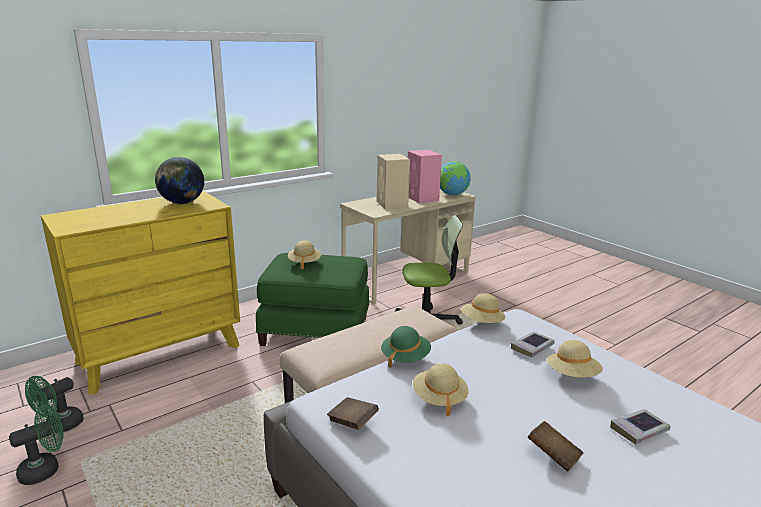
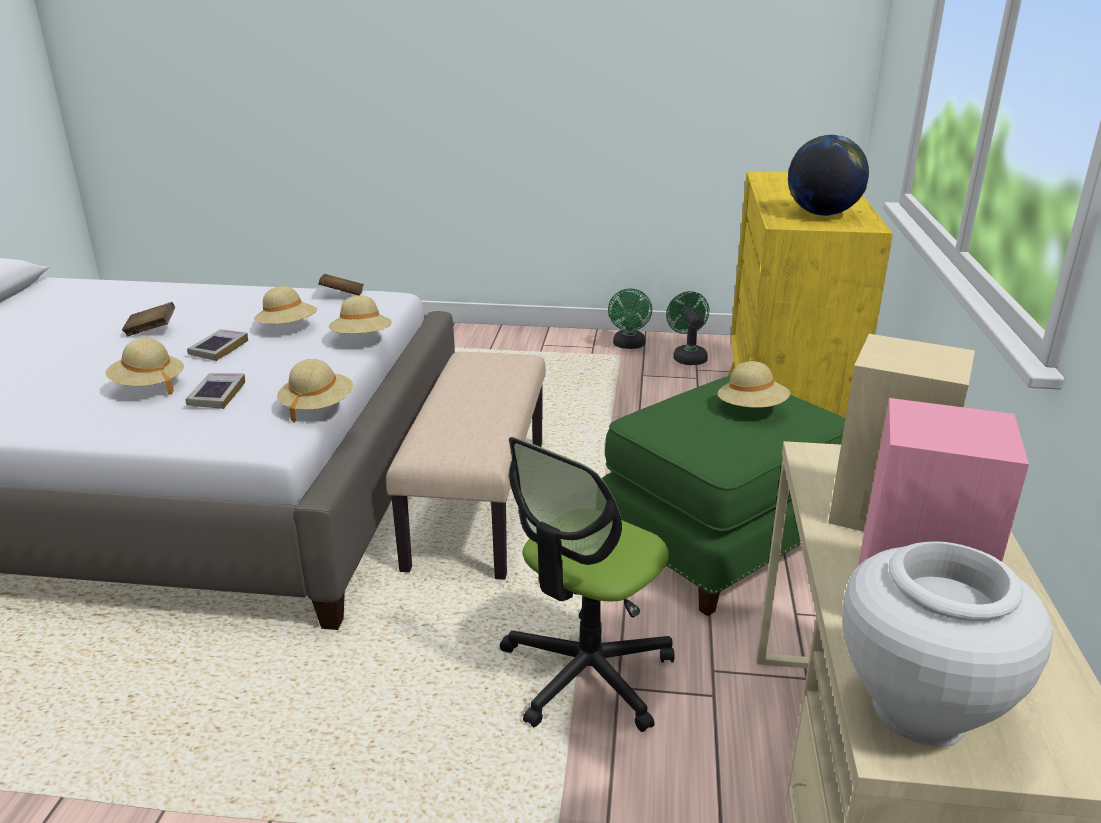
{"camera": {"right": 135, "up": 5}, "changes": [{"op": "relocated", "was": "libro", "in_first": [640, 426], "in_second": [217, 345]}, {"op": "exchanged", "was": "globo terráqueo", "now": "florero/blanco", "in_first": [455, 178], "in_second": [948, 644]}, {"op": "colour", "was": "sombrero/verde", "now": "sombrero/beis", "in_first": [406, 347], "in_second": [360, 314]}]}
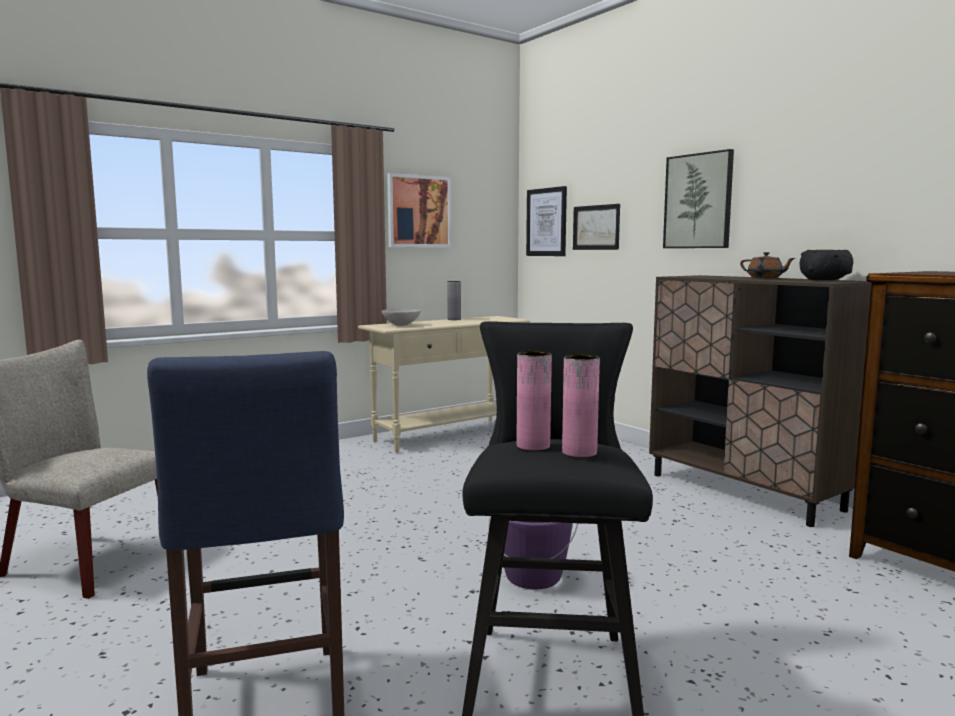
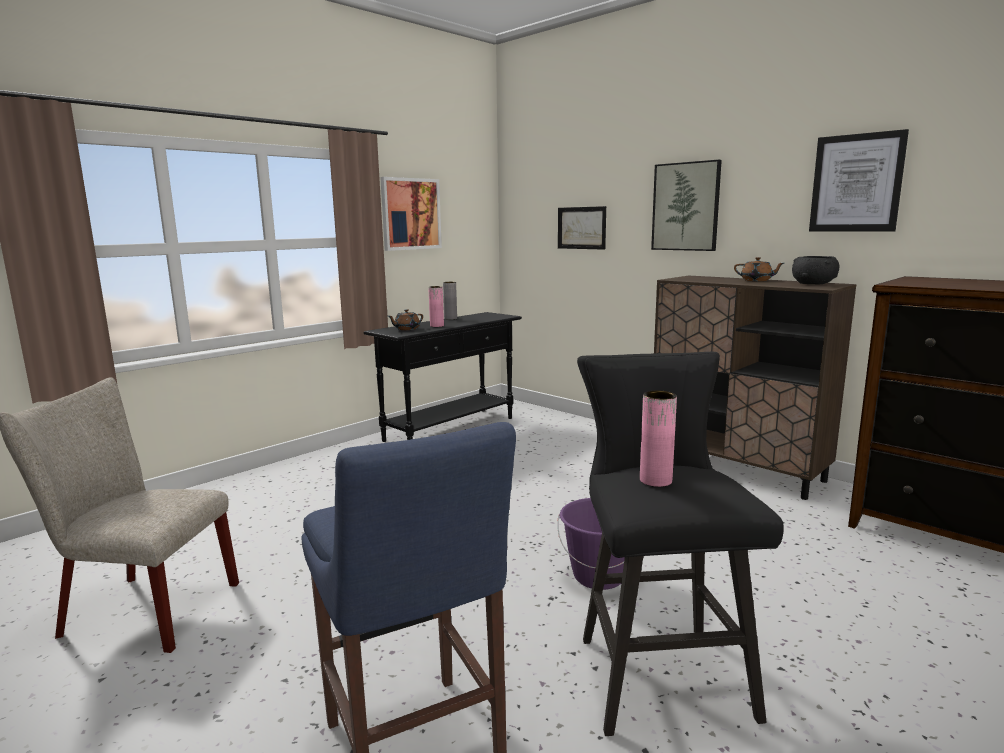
{"camera": {"right": -10, "up": 5}, "changes": [{"op": "relocated", "was": "cuadro", "in_first": [546, 221], "in_second": [859, 180]}, {"op": "relocated", "was": "florero/rosa", "in_first": [581, 406], "in_second": [436, 306]}, {"op": "exchanged", "was": "cuenco/blanco", "now": "tetera/marrón", "in_first": [401, 317], "in_second": [405, 319]}, {"op": "colour", "was": "mesa consola/beis", "now": "mesa consola/negro", "in_first": [444, 384], "in_second": [443, 377]}]}
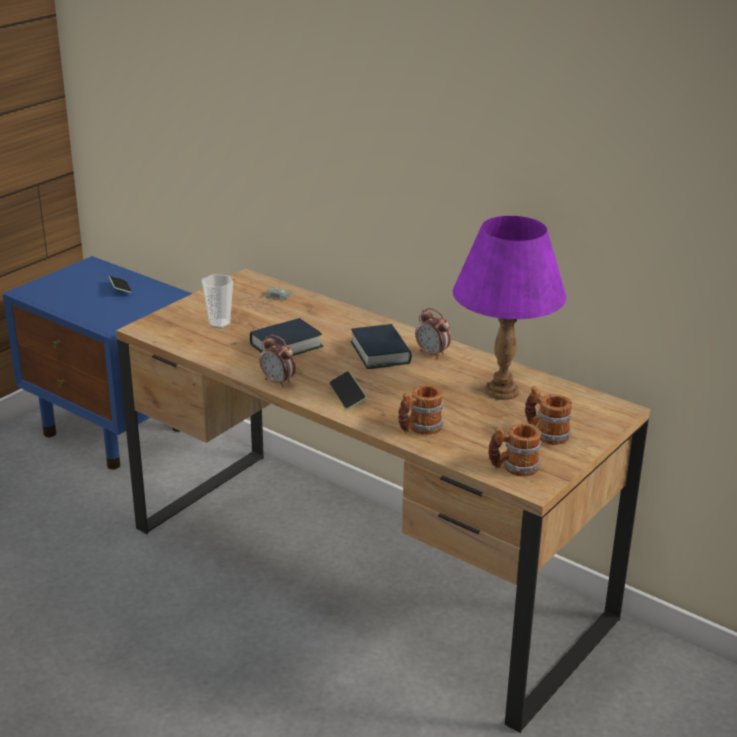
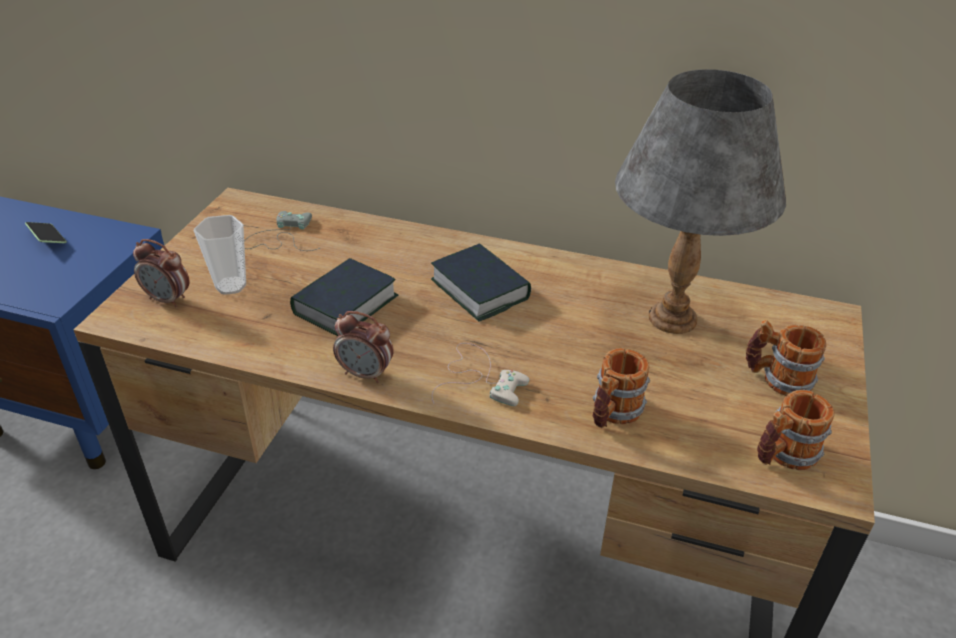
{"camera": {"right": -20, "up": 10}, "changes": [{"op": "relocated", "was": "despertador", "in_first": [433, 333], "in_second": [161, 273]}, {"op": "exchanged", "was": "móvil", "now": "mando de consola/blanco", "in_first": [348, 390], "in_second": [481, 374]}, {"op": "colour", "was": "lámpara de mesa/morado", "now": "lámpara de mesa/gris", "in_first": [510, 308], "in_second": [700, 201]}]}
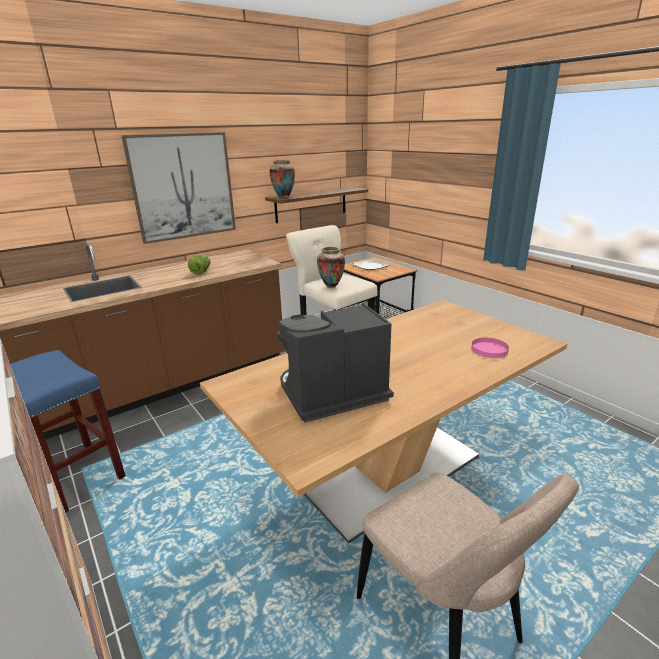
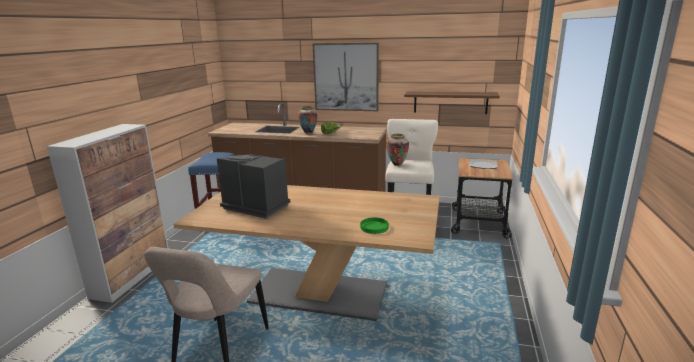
{"camera": {"right": 50, "up": -5}, "changes": [{"op": "relocated", "was": "florero", "in_first": [282, 179], "in_second": [307, 120]}, {"op": "colour", "was": "plato/rosa", "now": "plato/verde", "in_first": [490, 348], "in_second": [374, 226]}]}
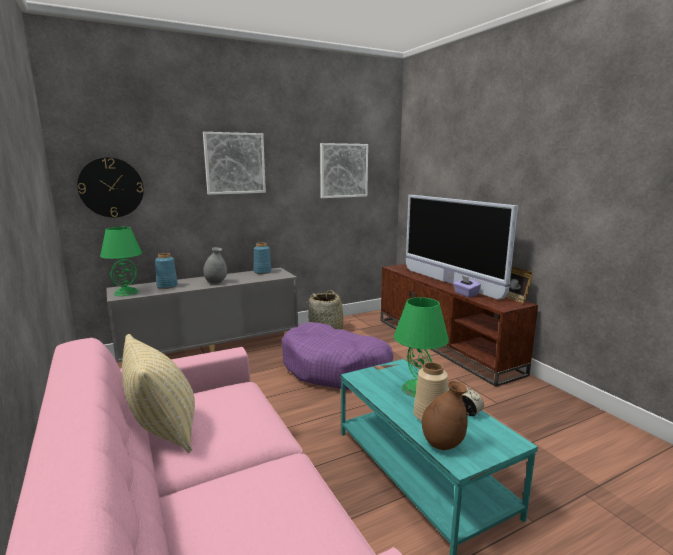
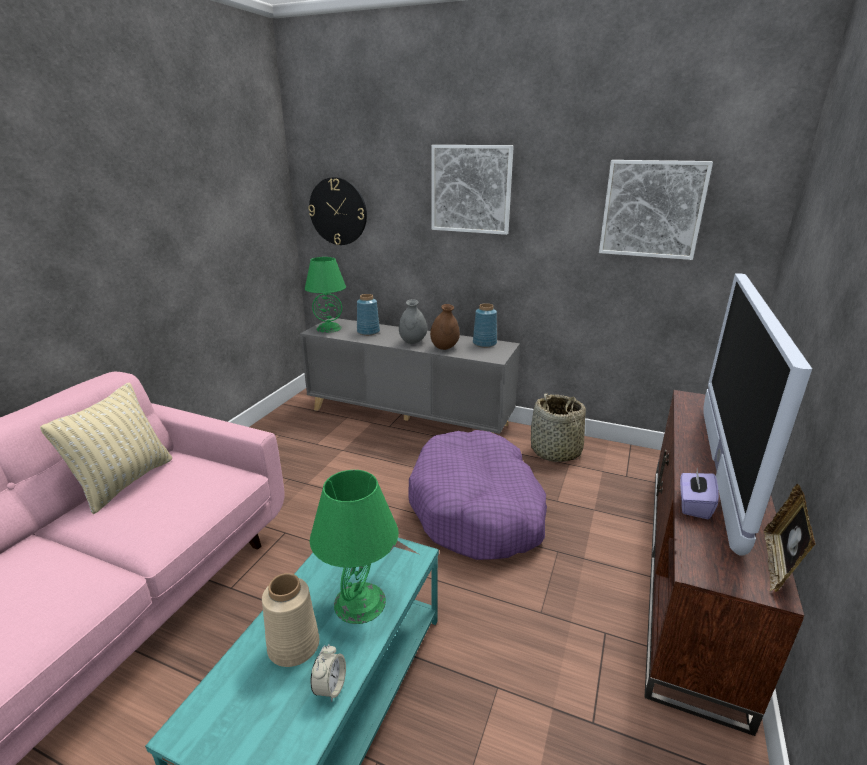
{"camera": {"right": 50, "up": 10}, "changes": [{"op": "relocated", "was": "florero/marrón", "in_first": [445, 415], "in_second": [445, 327]}]}
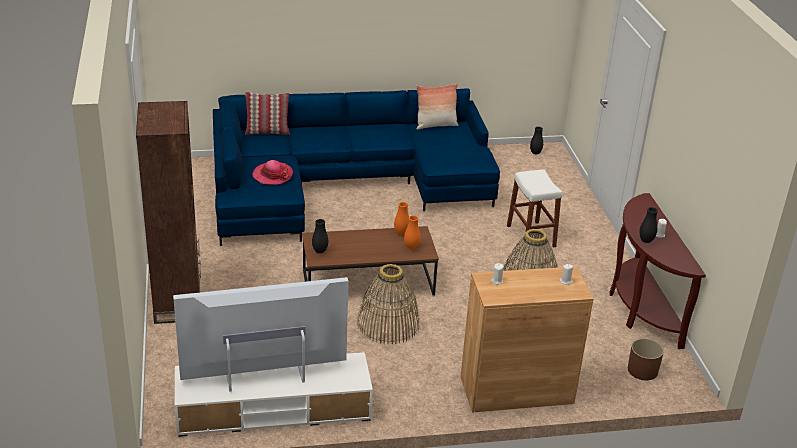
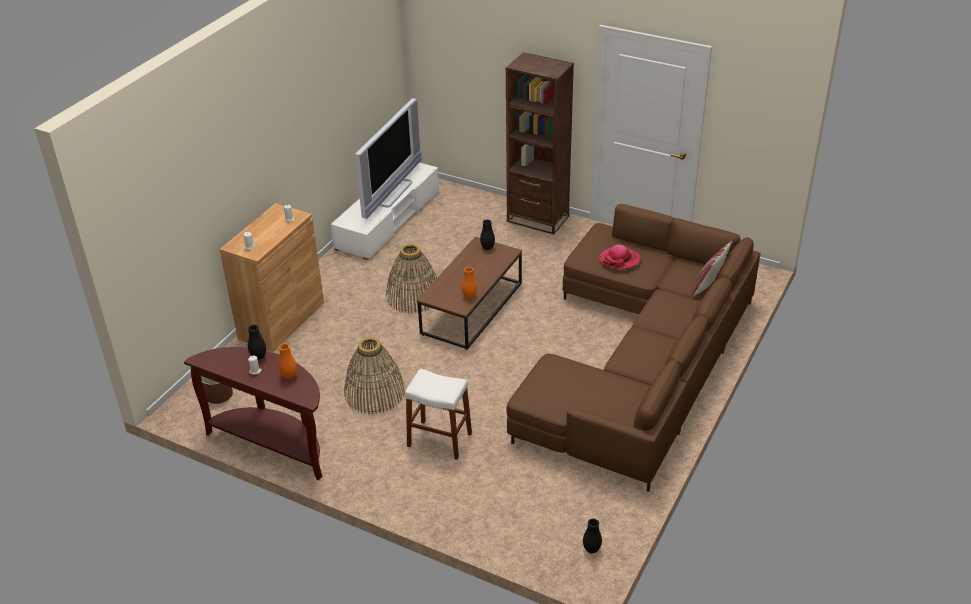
{"camera": {"right": 130, "up": 5}, "changes": [{"op": "missing", "was": "cojín", "in_first": [437, 107]}, {"op": "relocated", "was": "florero/naranja", "in_first": [412, 232], "in_second": [287, 361]}, {"op": "colour", "was": "sofá/azul", "now": "sofá/marrón", "in_first": [356, 167], "in_second": [633, 348]}]}
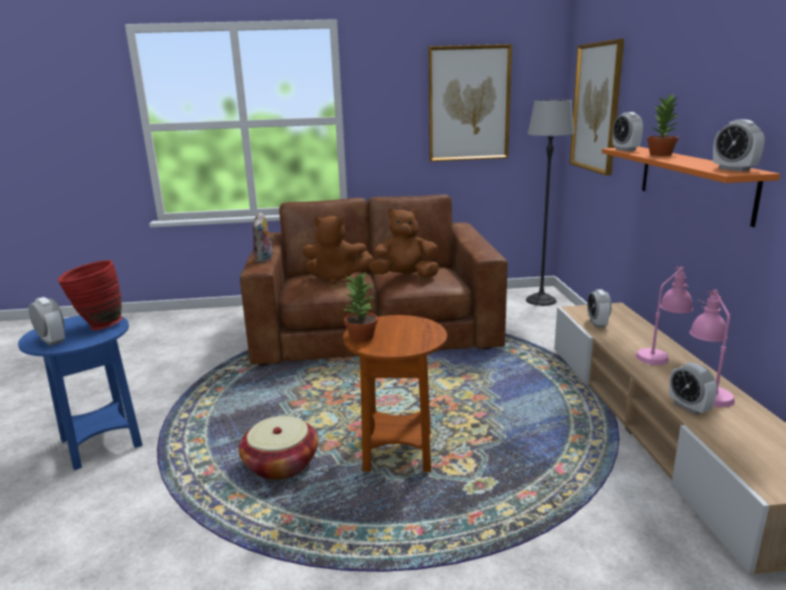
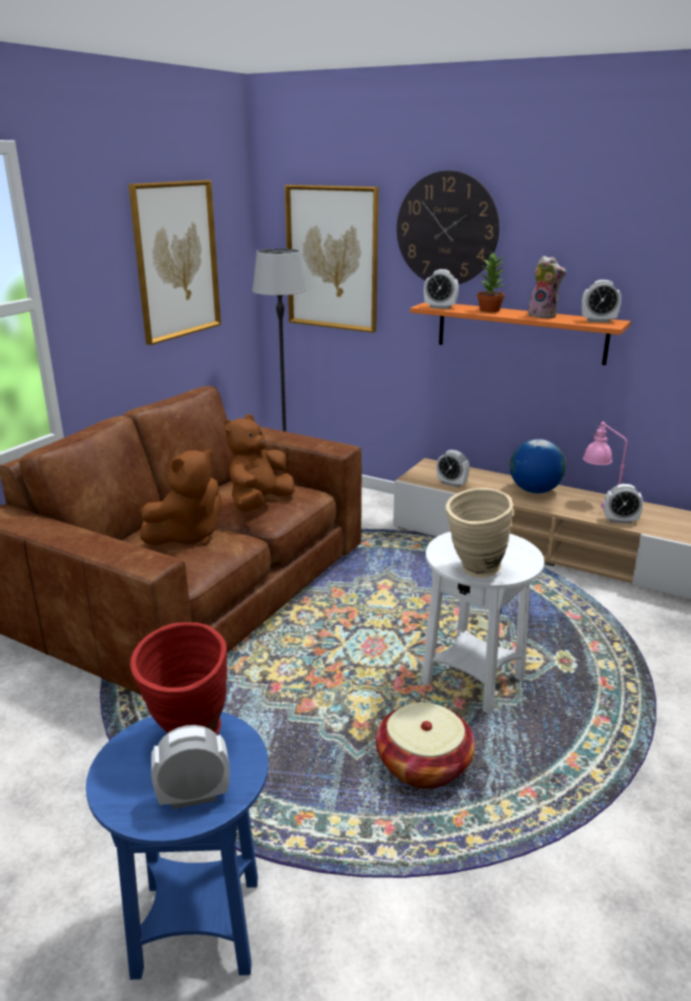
{"camera": {"right": -55, "up": 5}, "changes": [{"op": "appeared", "now": "reloj de pared", "in_second": [448, 228]}, {"op": "relocated", "was": "peluche", "in_first": [263, 237], "in_second": [547, 287]}, {"op": "exchanged", "was": "planta en maceta", "now": "florero/beis", "in_first": [360, 307], "in_second": [479, 533]}, {"op": "exchanged", "was": "lámpara de mesa/rosa", "now": "globo terráqueo", "in_first": [664, 315], "in_second": [538, 466]}, {"op": "colour", "was": "mesa auxiliar/marrón", "now": "mesa auxiliar/blanco", "in_first": [395, 393], "in_second": [482, 623]}]}
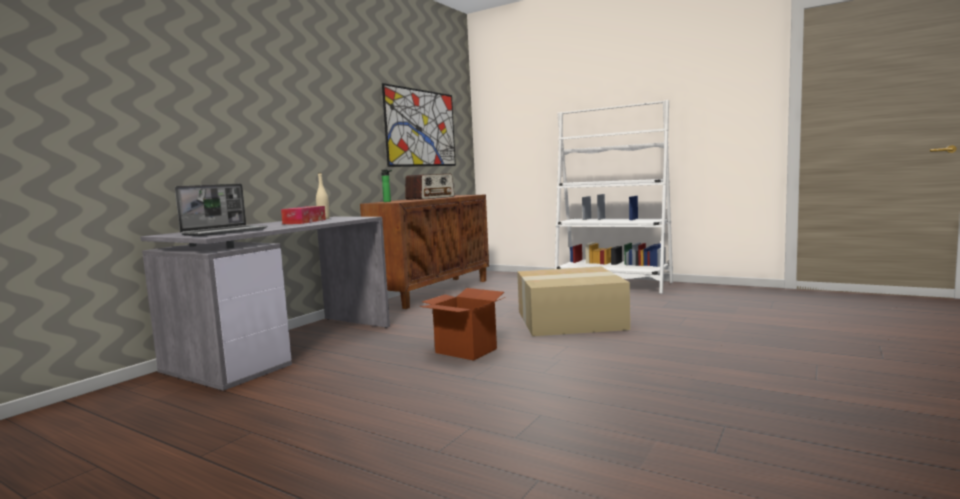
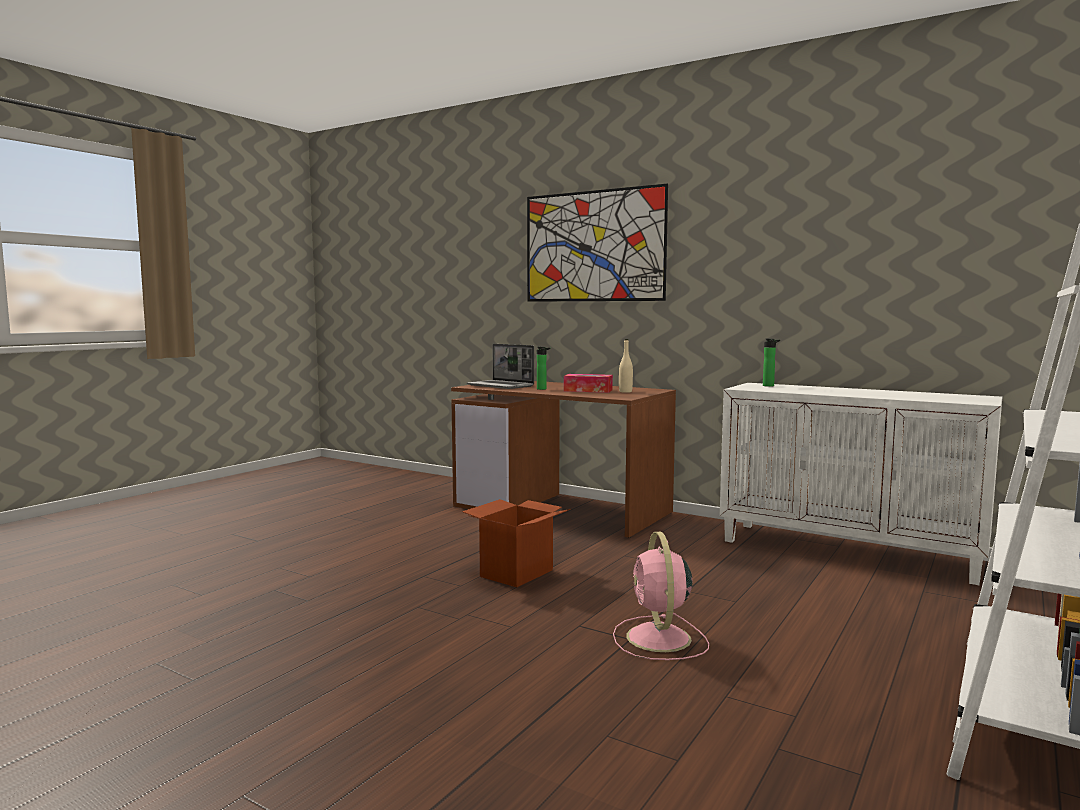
{"camera": {"right": 90, "up": 0}, "changes": [{"op": "missing", "was": "radio", "in_first": [430, 187]}, {"op": "appeared", "now": "botella", "in_second": [543, 368]}, {"op": "relocated", "was": "cuadro", "in_first": [419, 125], "in_second": [597, 243]}, {"op": "exchanged", "was": "caja de cartón", "now": "ventilador/rosa", "in_first": [573, 301], "in_second": [661, 596]}, {"op": "colour", "was": "escritorio/gris", "now": "escritorio/marrón", "in_first": [265, 304], "in_second": [563, 459]}, {"op": "colour", "was": "armario/marrón", "now": "armario/blanco", "in_first": [424, 252], "in_second": [861, 484]}]}
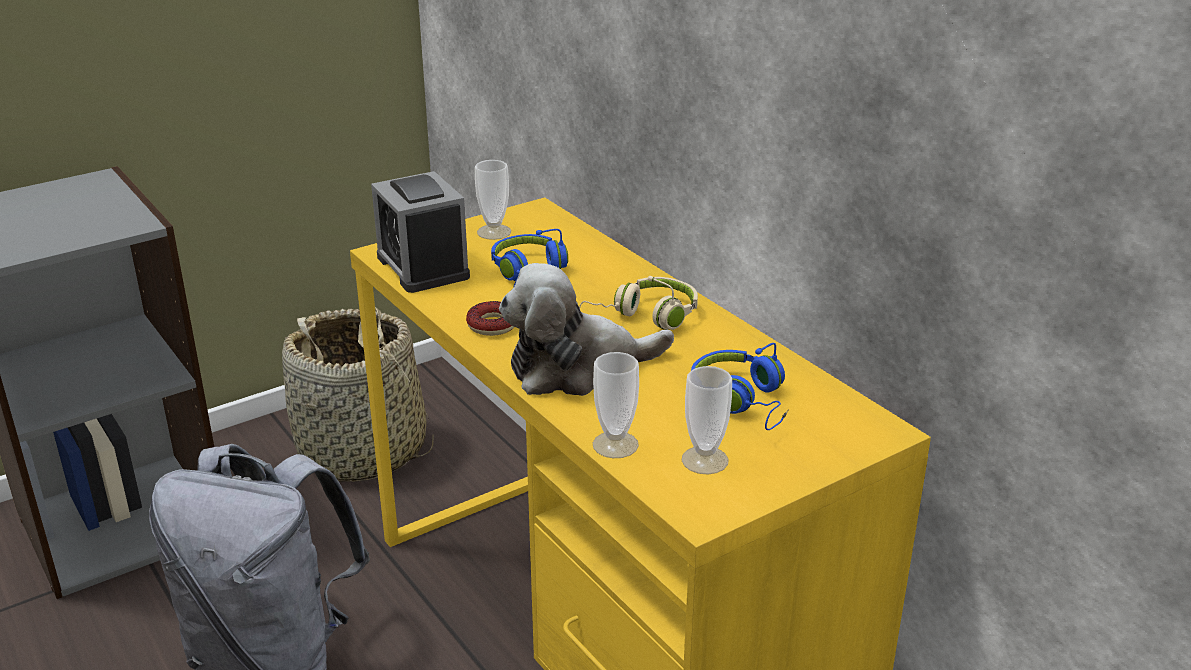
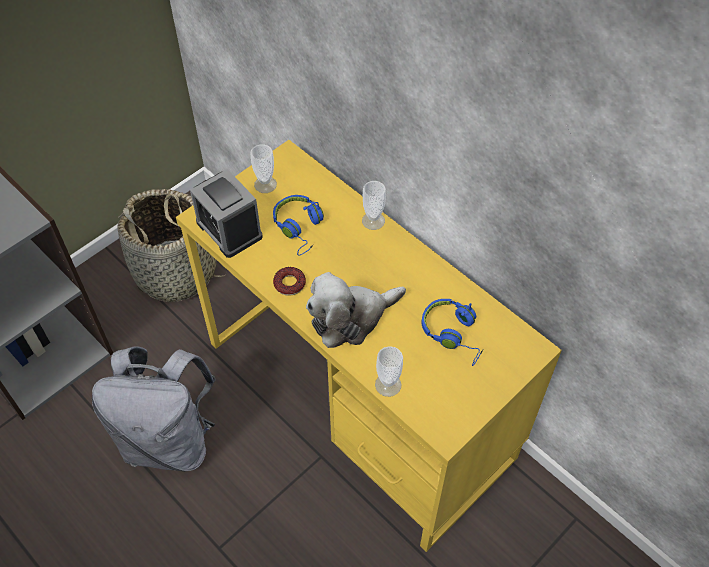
{"camera": {"right": -10, "up": 25}, "changes": [{"op": "missing", "was": "auriculares/beis", "in_first": [638, 303]}, {"op": "relocated", "was": "taza", "in_first": [707, 420], "in_second": [374, 205]}]}
